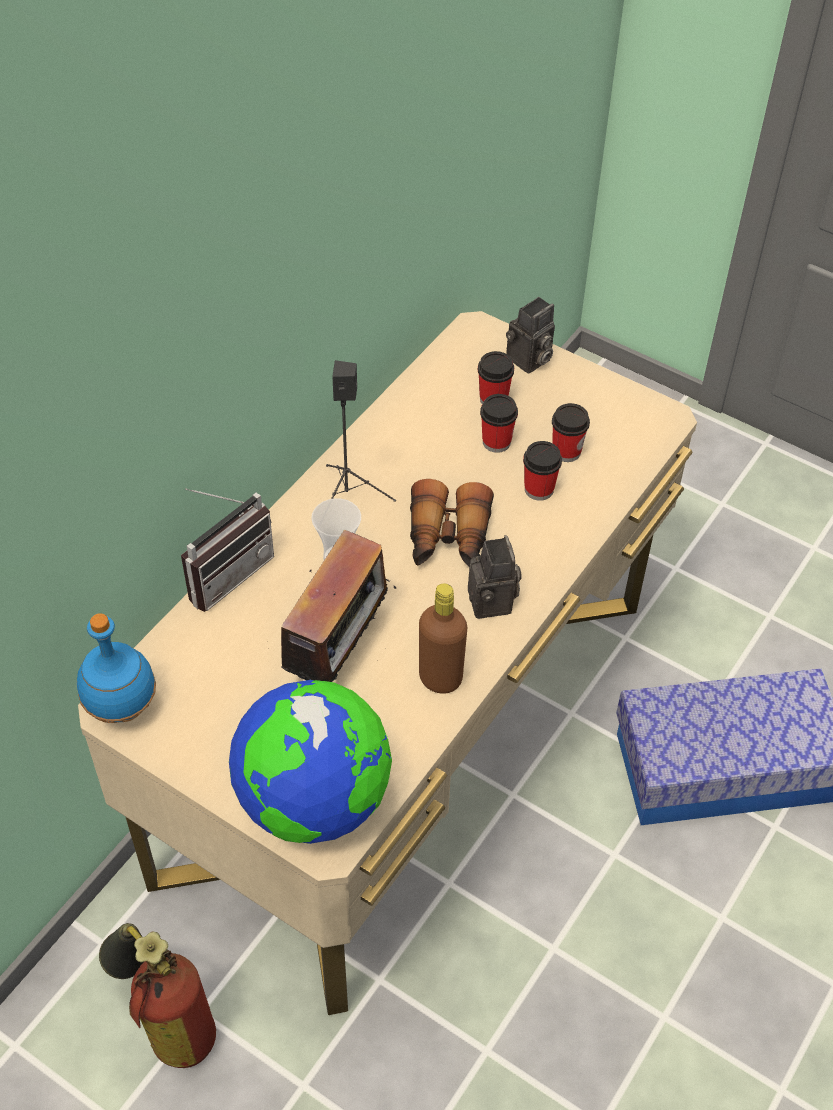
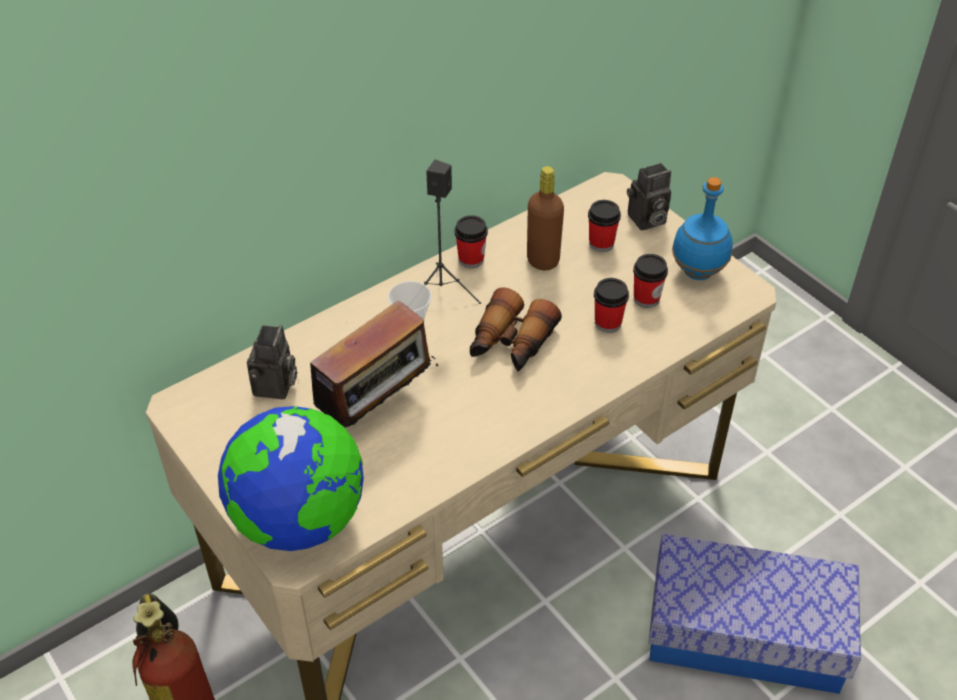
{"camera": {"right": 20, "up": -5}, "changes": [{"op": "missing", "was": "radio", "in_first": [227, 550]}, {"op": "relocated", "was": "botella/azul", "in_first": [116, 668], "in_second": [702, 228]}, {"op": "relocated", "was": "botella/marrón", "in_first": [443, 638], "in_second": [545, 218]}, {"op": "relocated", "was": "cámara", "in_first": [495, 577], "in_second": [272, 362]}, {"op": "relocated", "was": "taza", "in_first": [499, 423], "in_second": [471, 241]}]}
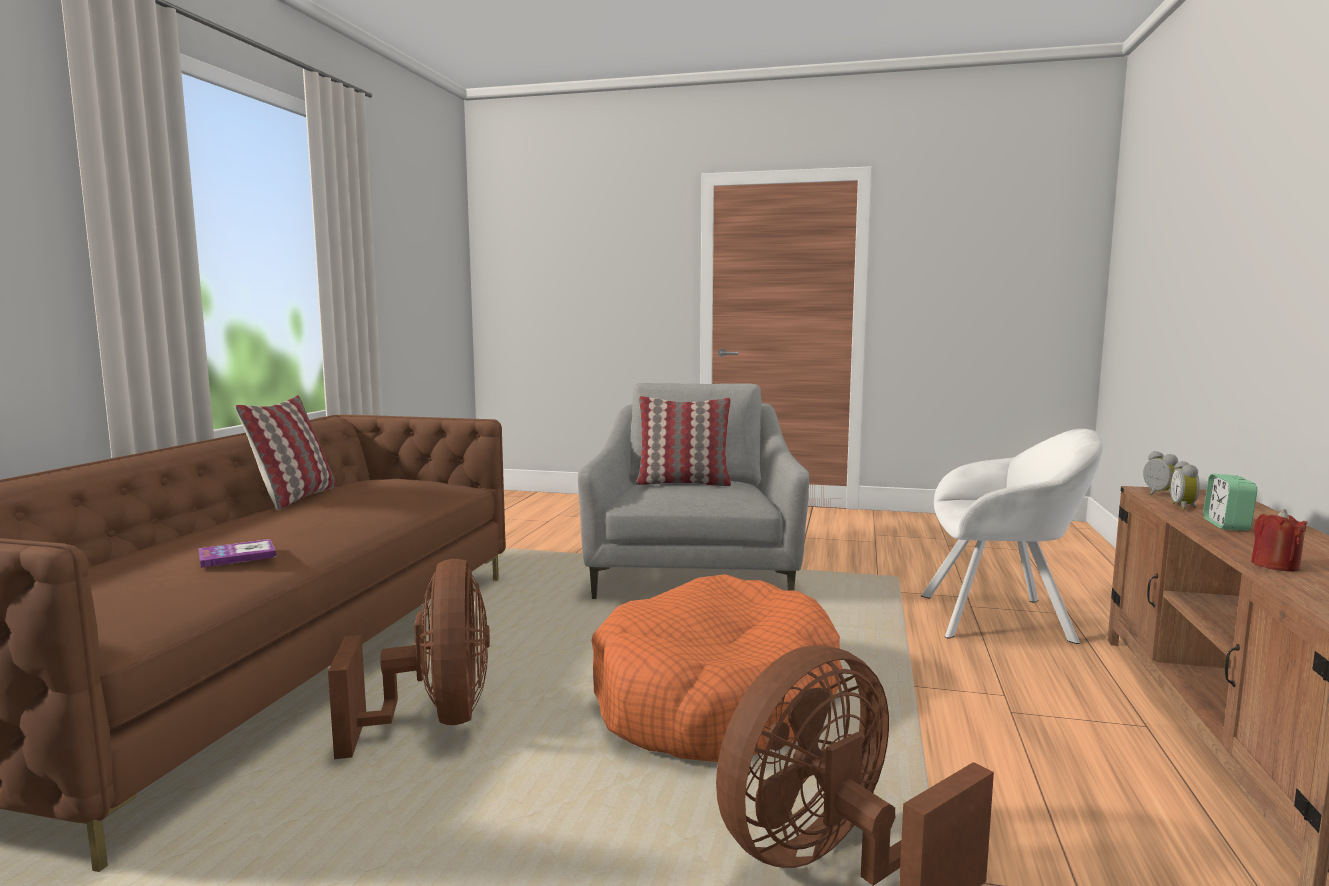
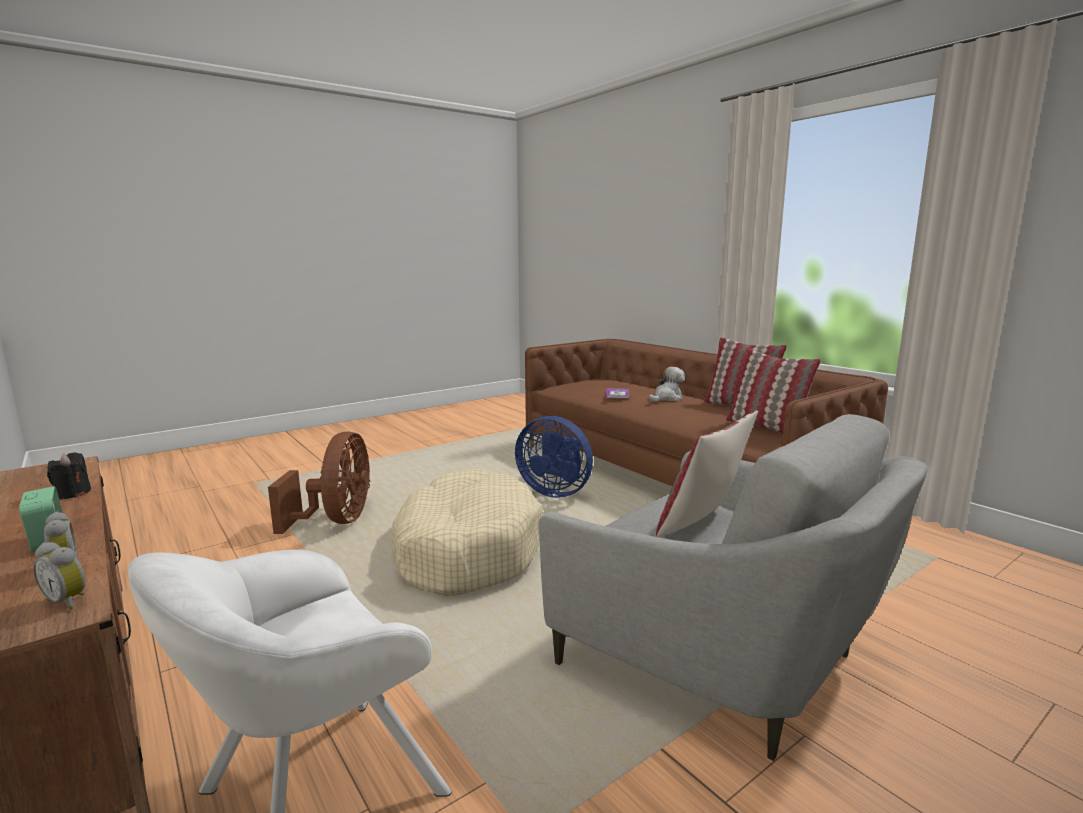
{"camera": {"right": 130, "up": 5}, "changes": [{"op": "appeared", "now": "peluche", "in_second": [667, 384]}, {"op": "appeared", "now": "cojín", "in_second": [773, 391]}, {"op": "colour", "was": "ventilador/marrón", "now": "ventilador/azul", "in_first": [409, 659], "in_second": [554, 457]}, {"op": "colour", "was": "cama para perro/naranja", "now": "cama para perro/beis", "in_first": [717, 668], "in_second": [467, 532]}, {"op": "colour", "was": "vela/rojo", "now": "vela/negro", "in_first": [1279, 540], "in_second": [69, 475]}]}
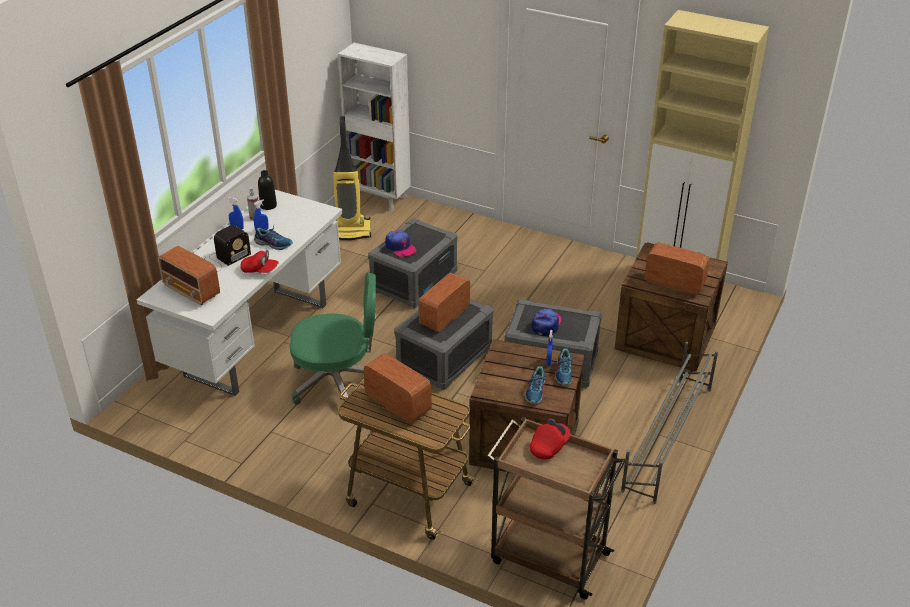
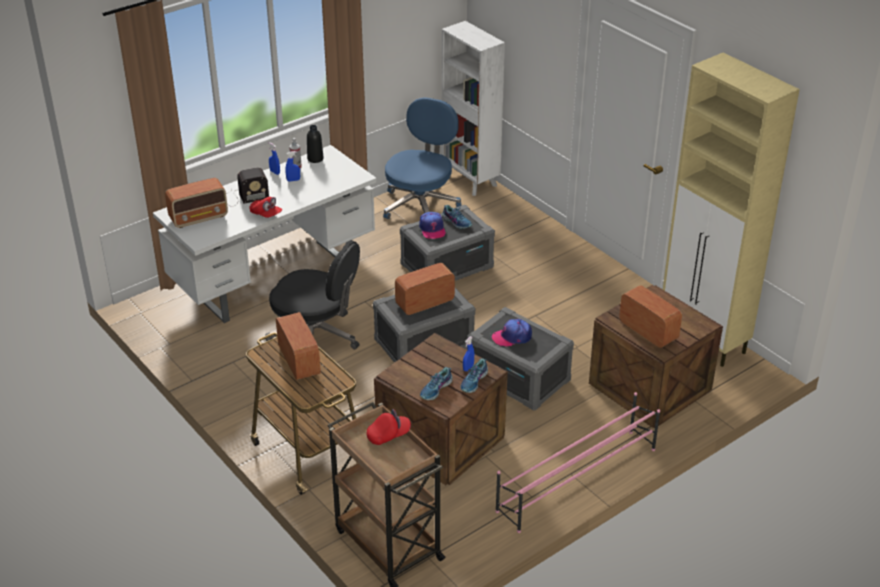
{"camera": {"right": 25, "up": 0}, "changes": [{"op": "relocated", "was": "zapato", "in_first": [273, 238], "in_second": [457, 217]}, {"op": "exchanged", "was": "aspiradora", "now": "silla de oficina/azul", "in_first": [352, 178], "in_second": [422, 158]}, {"op": "colour", "was": "silla de oficina/verde", "now": "silla de oficina/negro", "in_first": [333, 338], "in_second": [312, 295]}, {"op": "colour", "was": "zapatero/gris", "now": "zapatero/rosa", "in_first": [669, 423], "in_second": [577, 462]}, {"op": "spun", "was": "radio", "in_first": [189, 275], "in_second": [196, 203], "clockwise": -90}, {"op": "spun", "was": "gorra", "in_first": [546, 322], "in_second": [512, 333], "clockwise": -150}]}
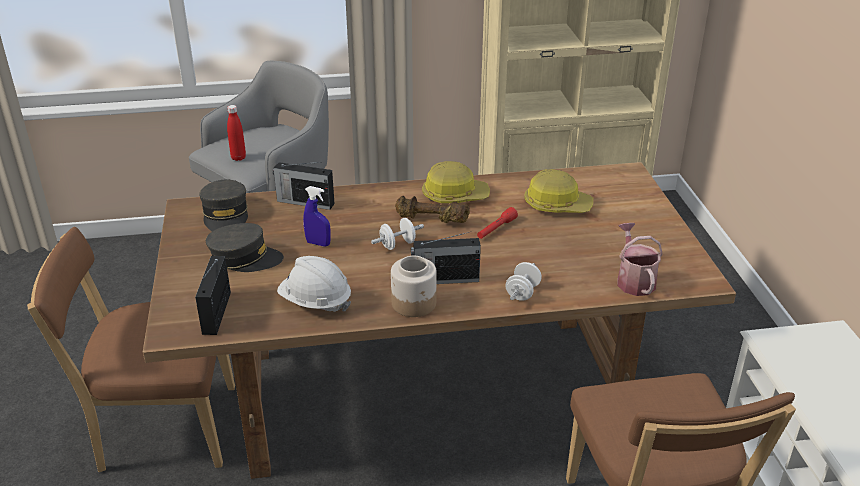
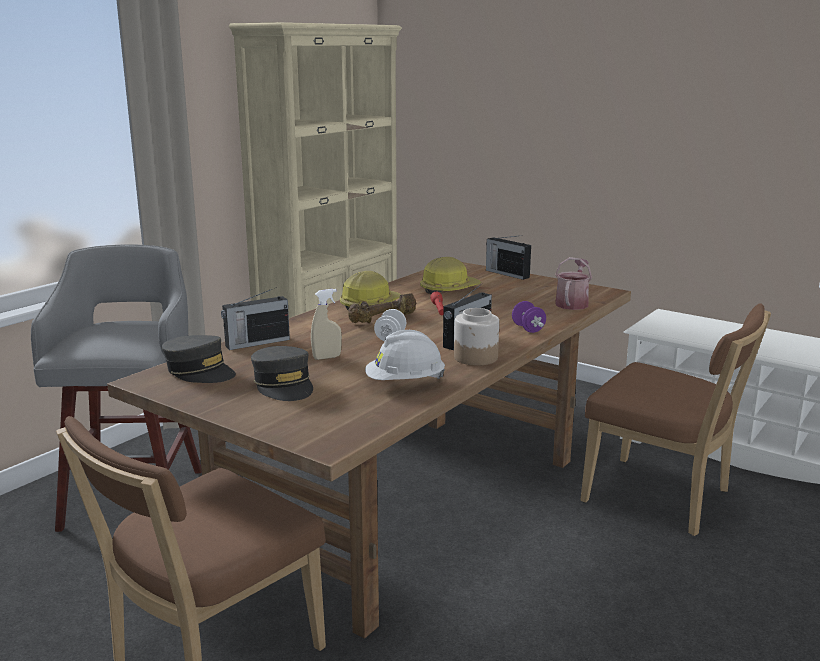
{"camera": {"right": -45, "up": -15}, "changes": [{"op": "missing", "was": "botella/rojo", "in_first": [236, 133]}, {"op": "relocated", "was": "radio", "in_first": [213, 295], "in_second": [508, 257]}, {"op": "colour", "was": "pulverizador/azul", "now": "pulverizador/beis", "in_first": [317, 216], "in_second": [326, 324]}, {"op": "colour", "was": "mancuerna/blanco", "now": "mancuerna/morado", "in_first": [523, 281], "in_second": [529, 317]}, {"op": "spun", "was": "gorra/gris", "in_first": [245, 247], "in_second": [282, 373], "clockwise": 105}, {"op": "spun", "was": "regadera", "in_first": [640, 259], "in_second": [573, 283], "clockwise": 75}]}
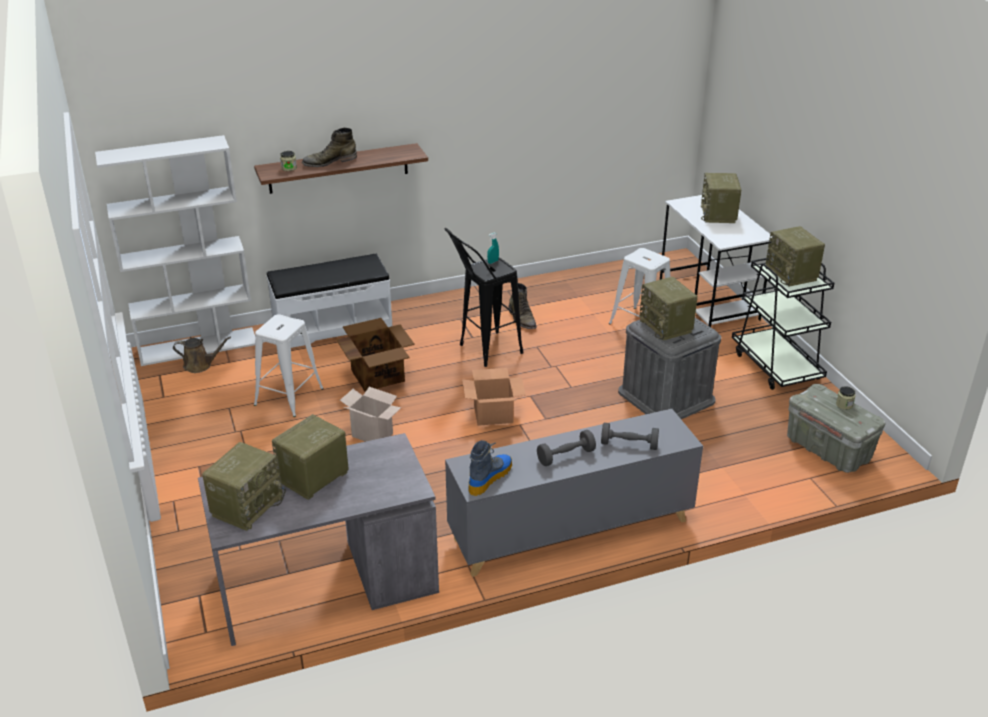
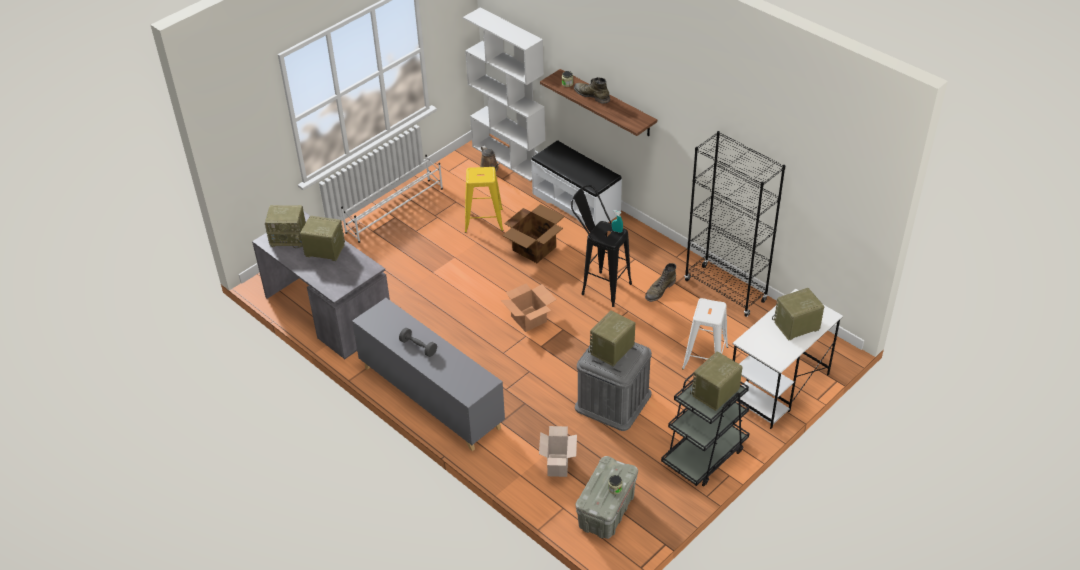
{"camera": {"right": 65, "up": 10}, "changes": [{"op": "missing", "was": "bota", "in_first": [490, 468]}, {"op": "missing", "was": "mancuerna/gris", "in_first": [630, 436]}, {"op": "appeared", "now": "zapatero/blanco", "in_second": [392, 199]}, {"op": "appeared", "now": "estantería/negro", "in_second": [735, 224]}, {"op": "relocated", "was": "caja de cartón", "in_first": [370, 414], "in_second": [558, 451]}, {"op": "colour", "was": "taburete/blanco", "now": "taburete/amarillo", "in_first": [289, 365], "in_second": [484, 200]}]}
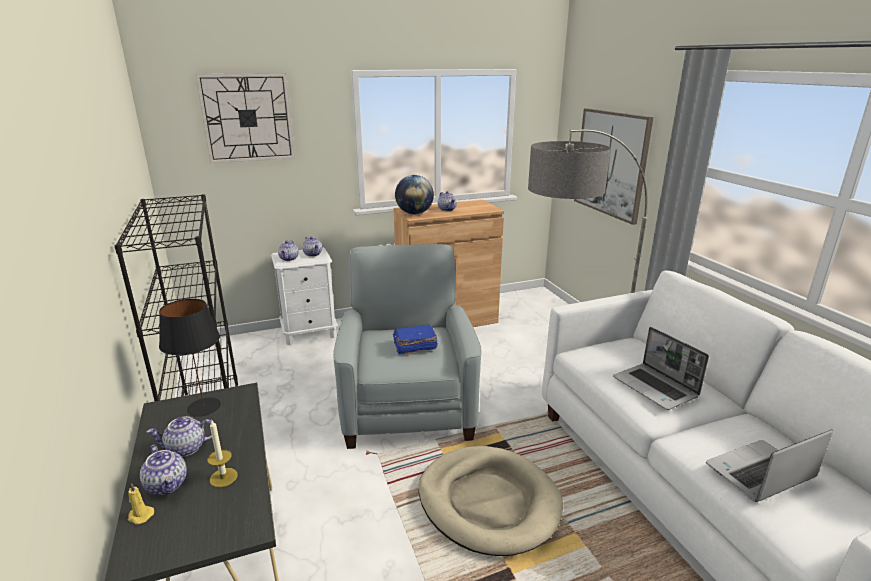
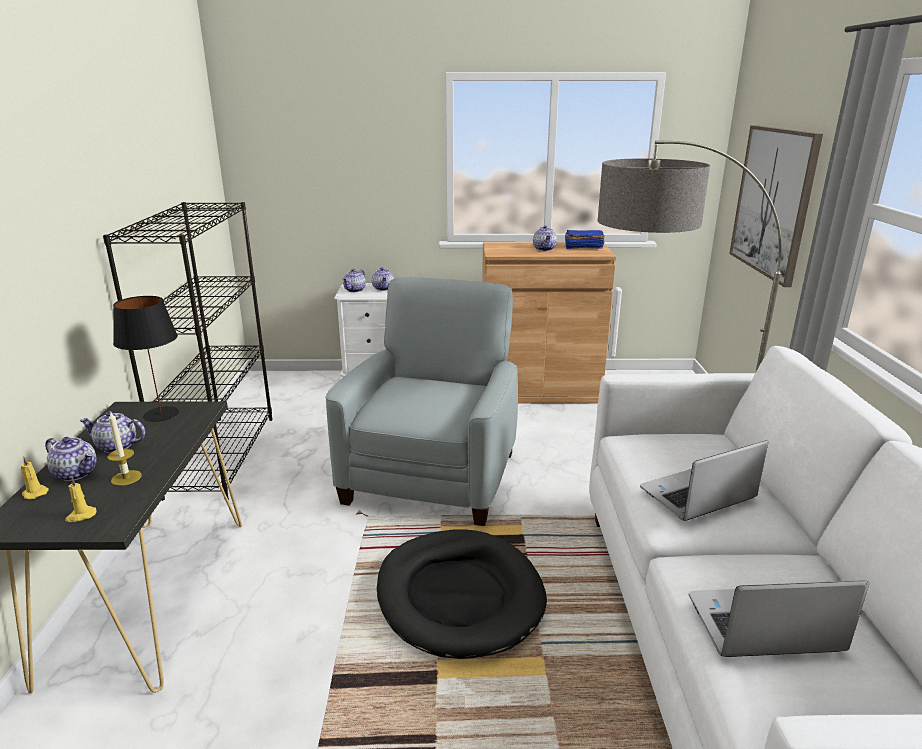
{"camera": {"right": 20, "up": 0}, "changes": [{"op": "missing", "was": "reloj de pared", "in_first": [245, 118]}, {"op": "missing", "was": "globo terráqueo", "in_first": [414, 194]}, {"op": "appeared", "now": "vela/amarillo", "in_second": [80, 499]}, {"op": "relocated", "was": "libro/azul", "in_first": [415, 339], "in_second": [584, 239]}, {"op": "colour", "was": "cama para perro/beis", "now": "cama para perro/negro", "in_first": [491, 501], "in_second": [462, 594]}, {"op": "spun", "was": "tetera", "in_first": [163, 470], "in_second": [71, 459], "clockwise": -45}, {"op": "spun", "was": "portátil", "in_first": [661, 368], "in_second": [704, 480], "clockwise": 75}]}
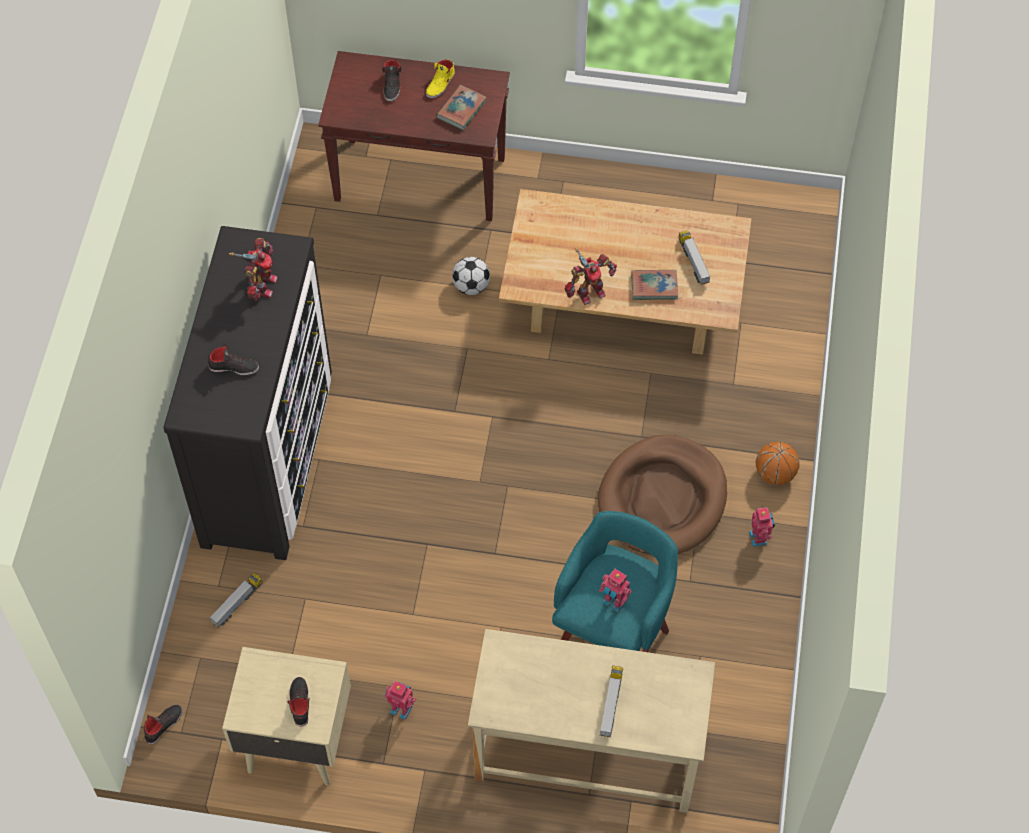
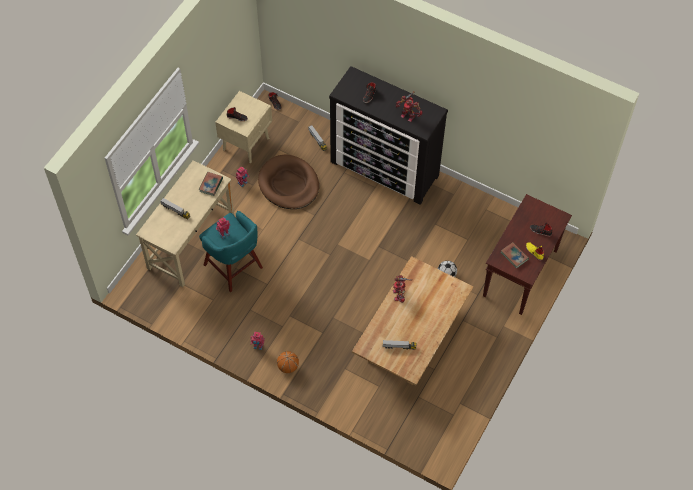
{"camera": {"right": 110, "up": 0}, "changes": [{"op": "relocated", "was": "cama para perro/marrón", "in_first": [662, 494], "in_second": [288, 181]}, {"op": "relocated", "was": "libro", "in_first": [654, 285], "in_second": [211, 184]}]}
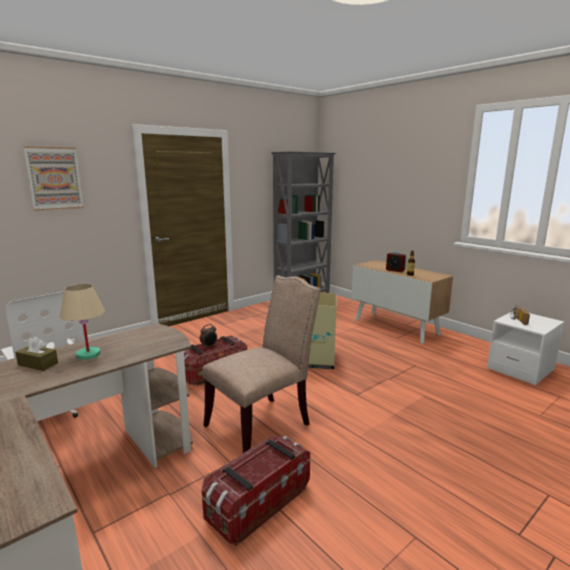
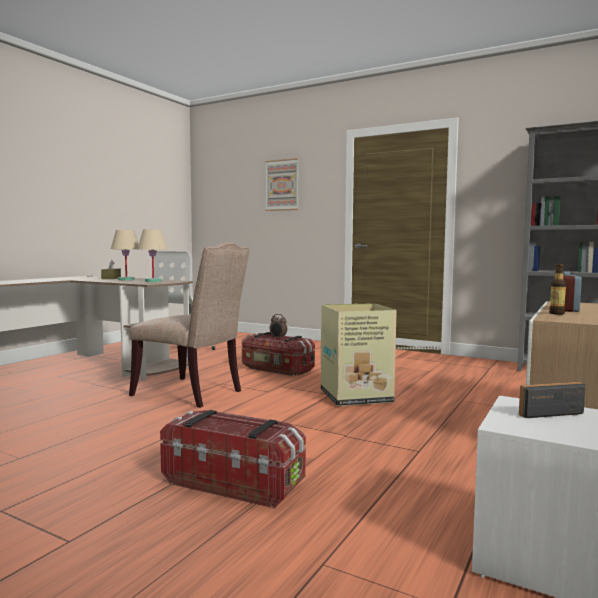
{"camera": {"right": 70, "up": -10}, "changes": [{"op": "appeared", "now": "lámpara de mesa/beis", "in_second": [152, 255]}, {"op": "relocated", "was": "caja de almacenaje", "in_first": [256, 491], "in_second": [233, 459]}]}
